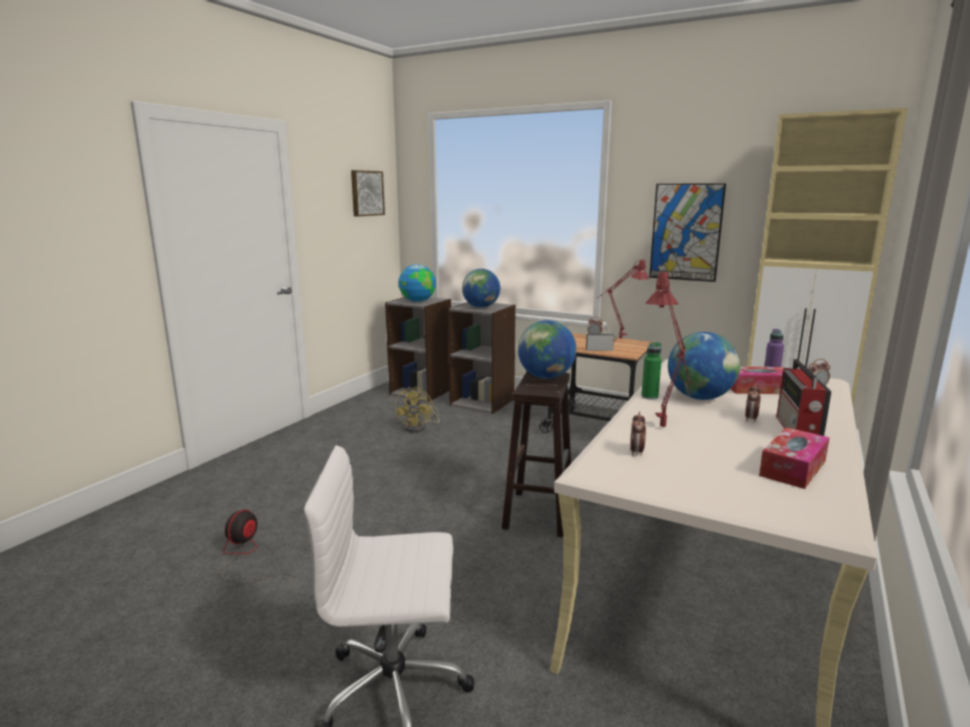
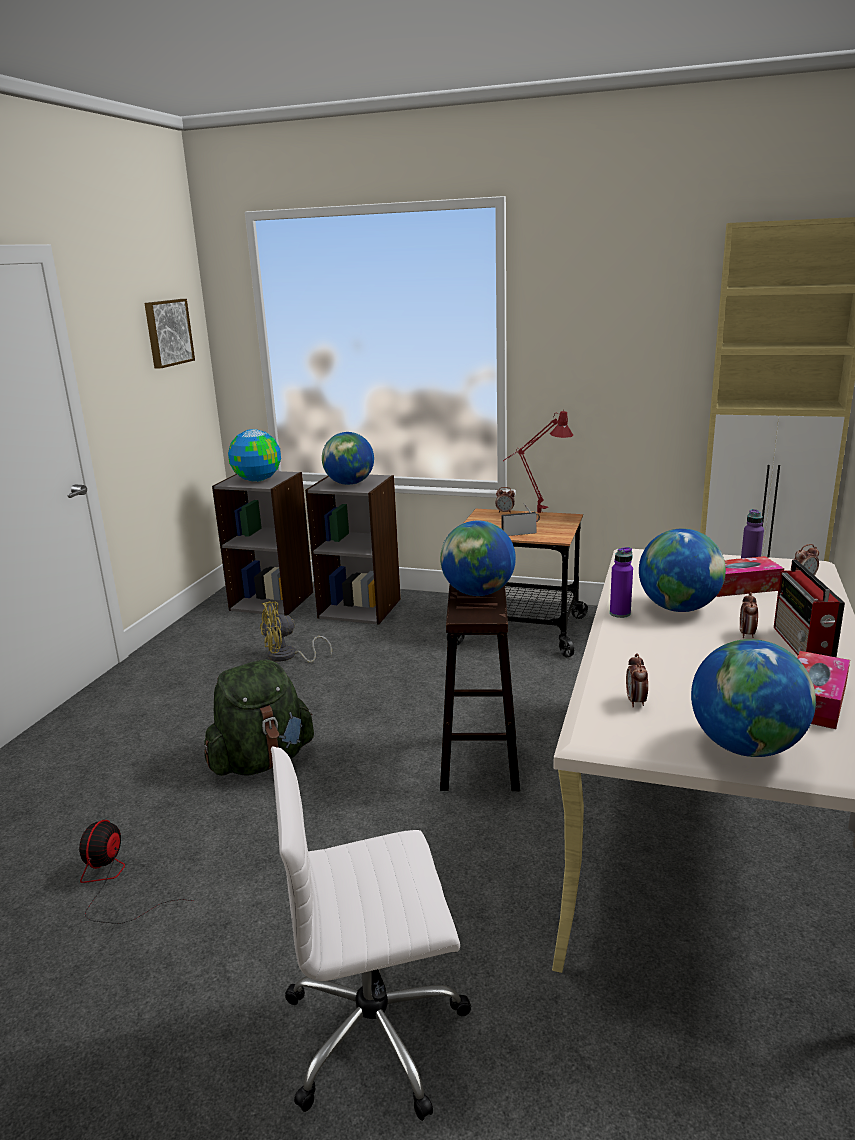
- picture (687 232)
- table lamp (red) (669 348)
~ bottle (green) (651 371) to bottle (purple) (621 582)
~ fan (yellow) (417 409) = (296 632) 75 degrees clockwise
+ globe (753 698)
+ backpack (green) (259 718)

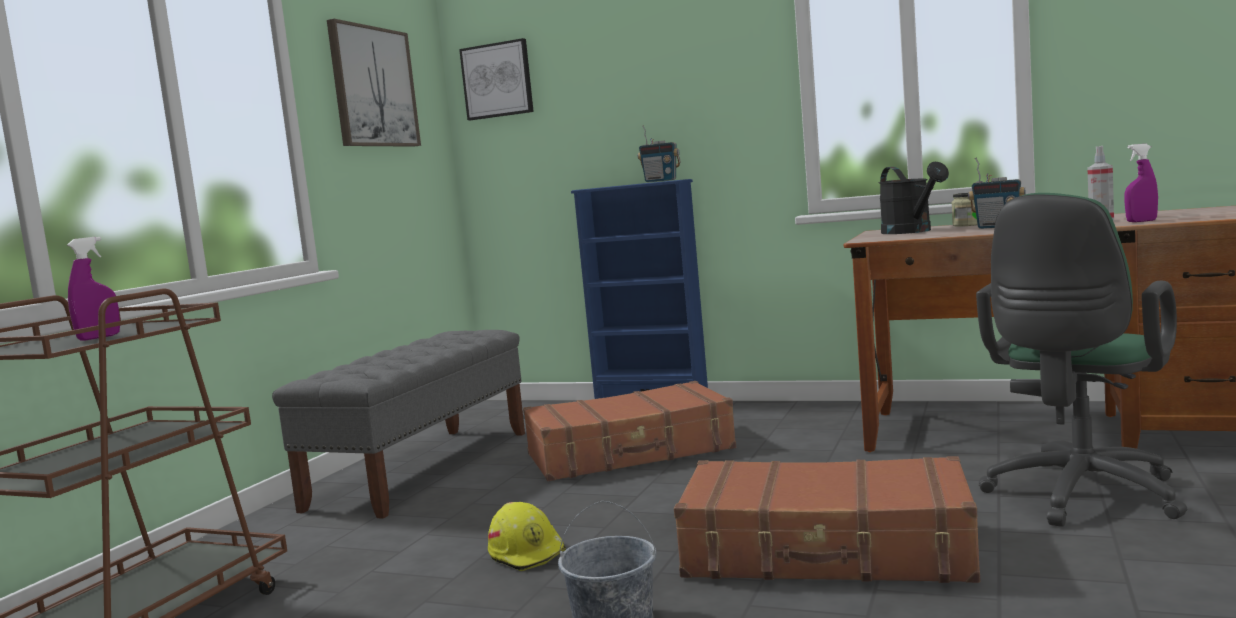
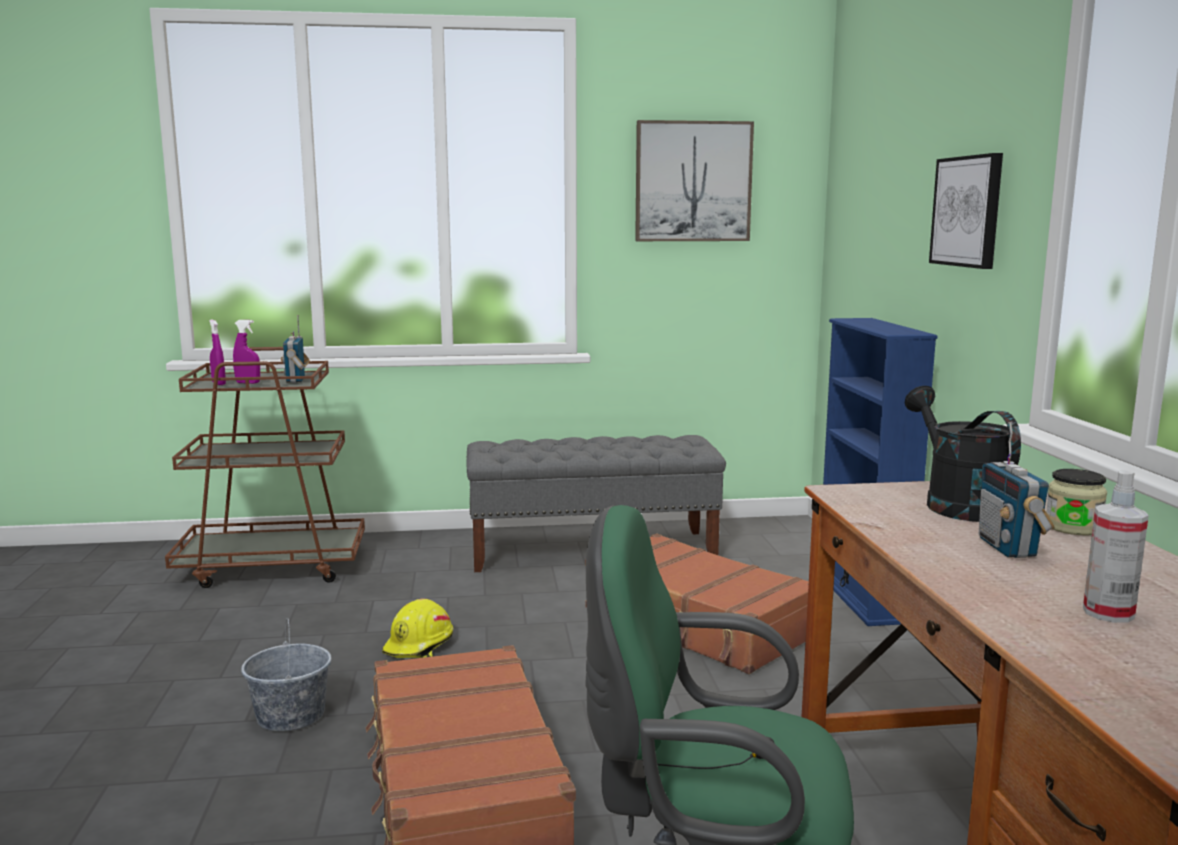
~ picture (496 79) to (966 211)
~ radio (659 153) to (295 349)
~ spray bottle (purple) (1141 183) to (217 352)
~ watering can (black) (914 198) = (963 454) 120 degrees clockwise

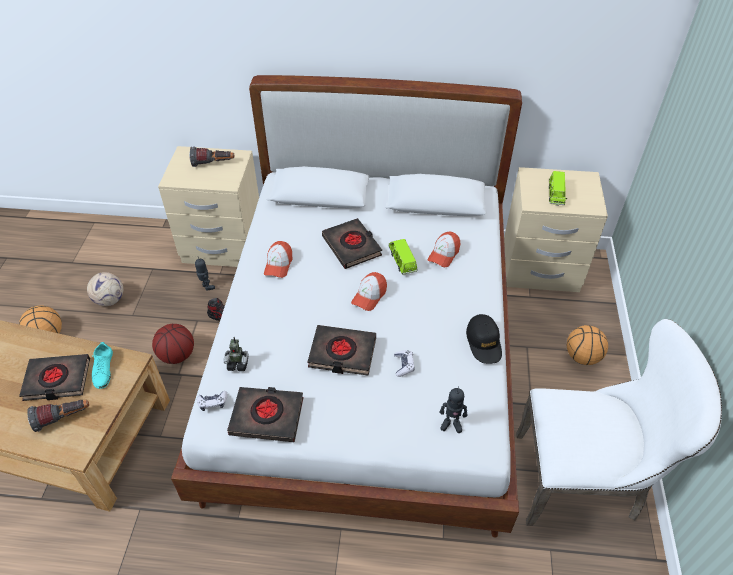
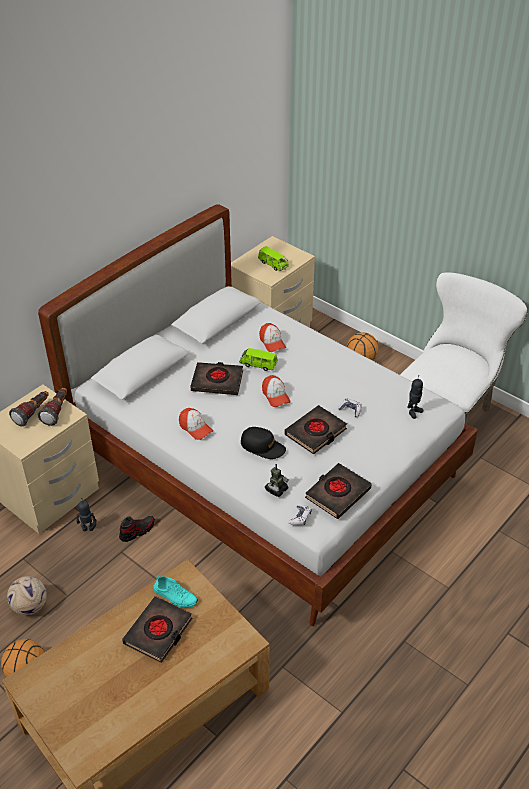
~ cap (black) (484 339) to (263 443)
- basketball (173 344)
~ flashlight (58 416) to (52 407)

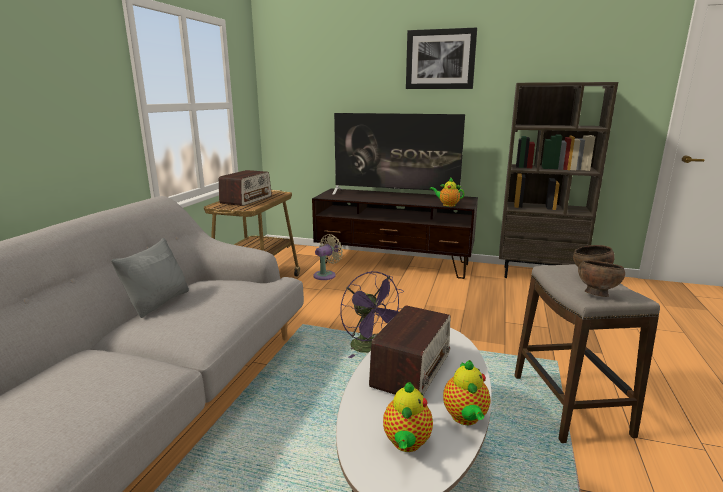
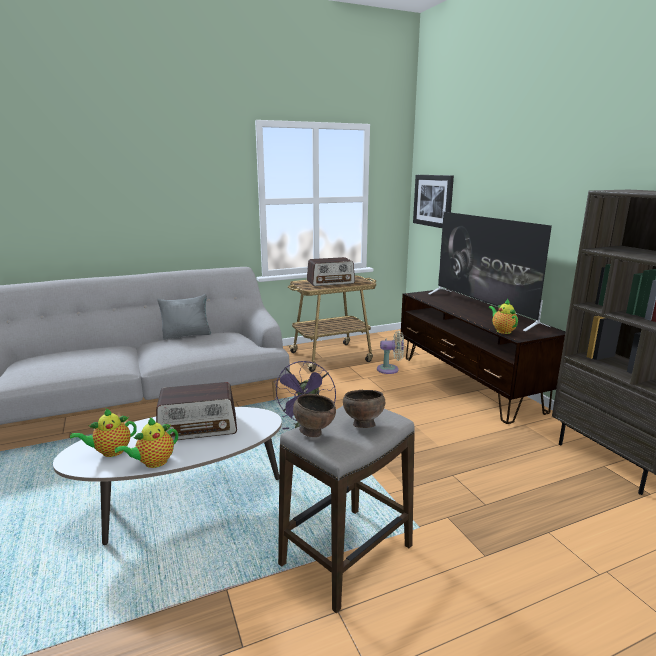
~ picture (441 58) to (433 201)

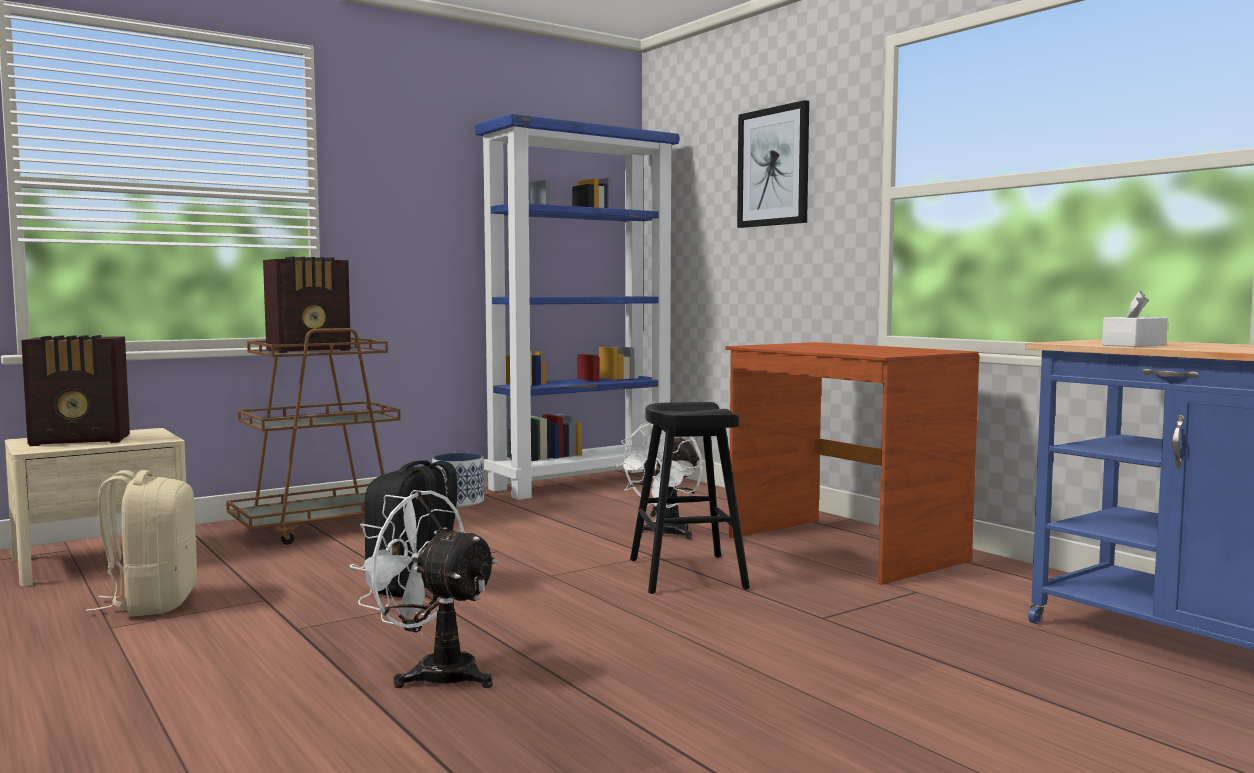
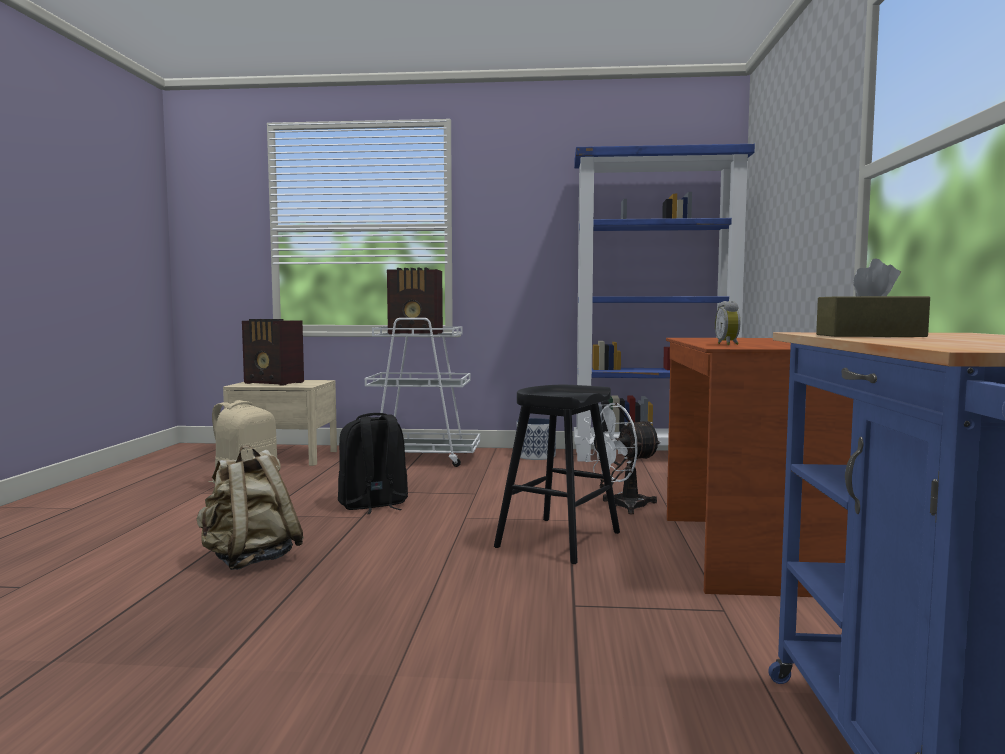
- picture (773 164)
~ tissue box (white) (1135 319) to tissue box (brown) (873 297)
~ cart (brown) (313 436) to cart (white) (422 392)
~ fan (white) (424 589) to backpack (beige) (250 507)
+ alarm clock (727 323)

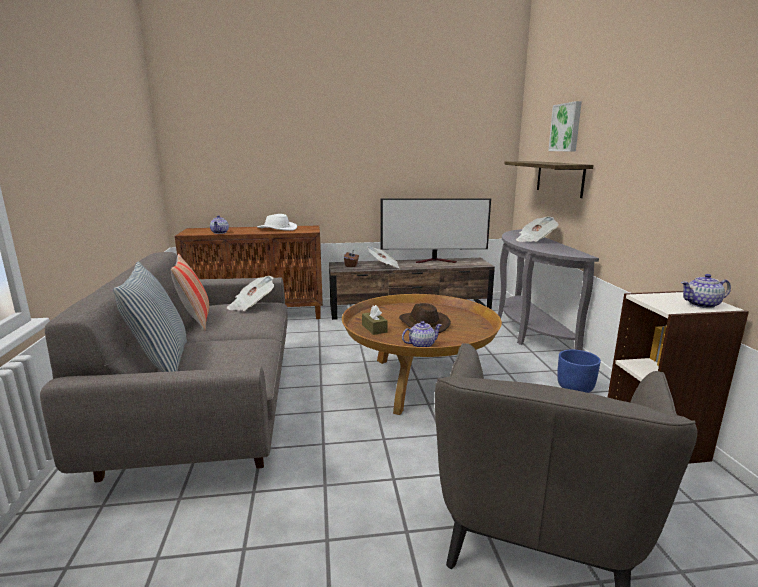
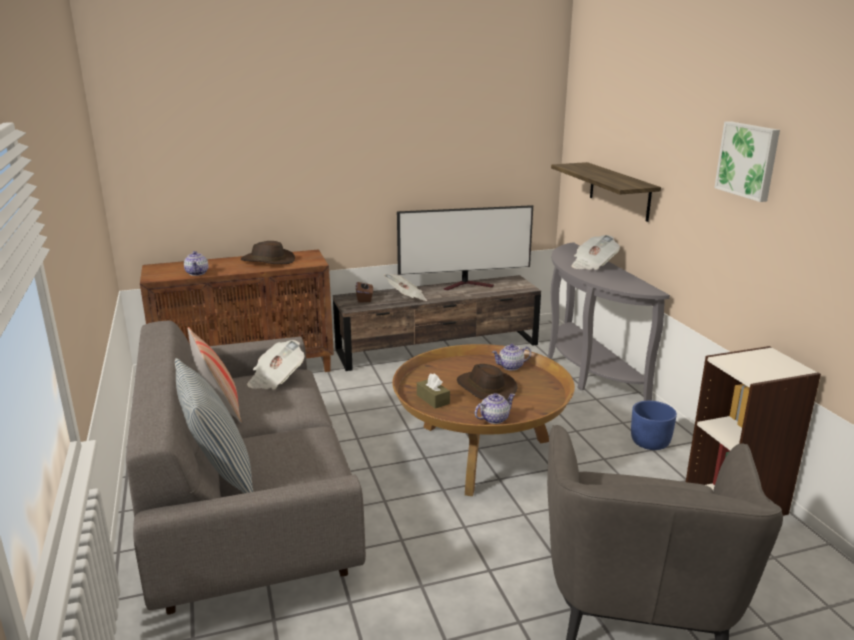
~ picture (565 126) to (747 161)
~ hat (white) (277 222) to hat (brown) (268 252)
~ teapot (706 291) to (511 357)

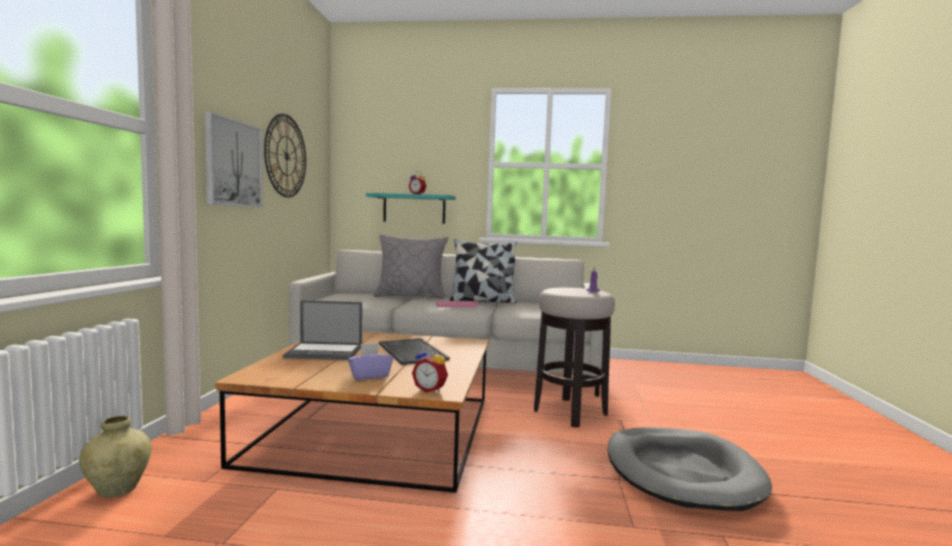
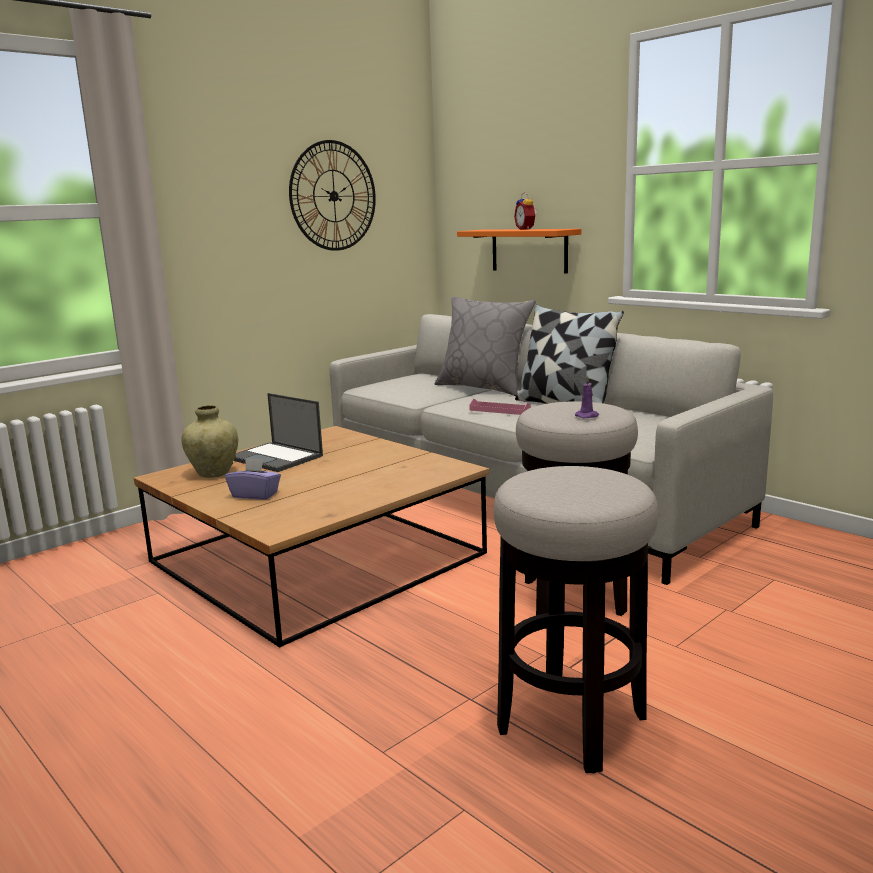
- picture (234 159)
~ shelf (turquoise) (411 208) to shelf (orange) (519 251)
- tray (414 351)
- alarm clock (430 369)
~ vase (beige) (115 457) to (209 441)
~ dog bed (grey) (689 469) to stool (575 619)

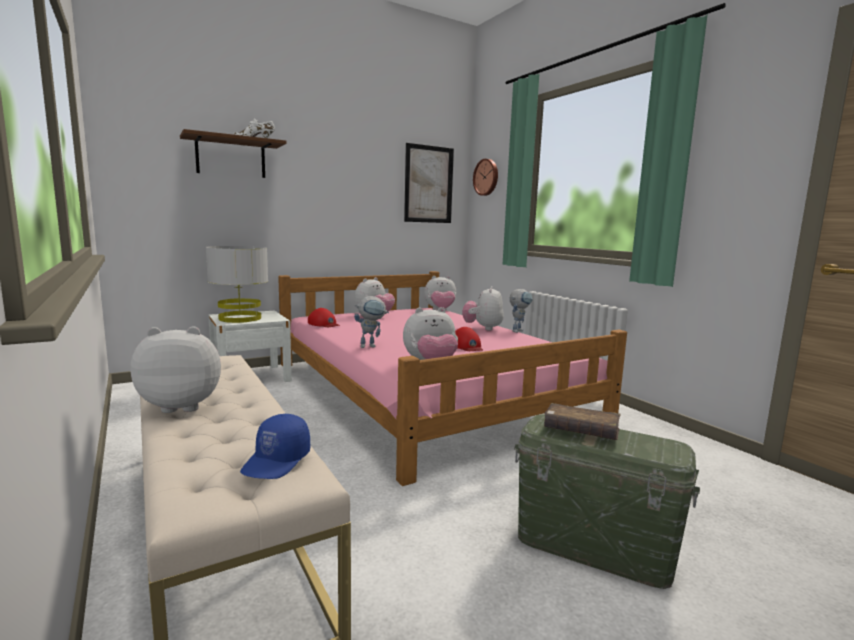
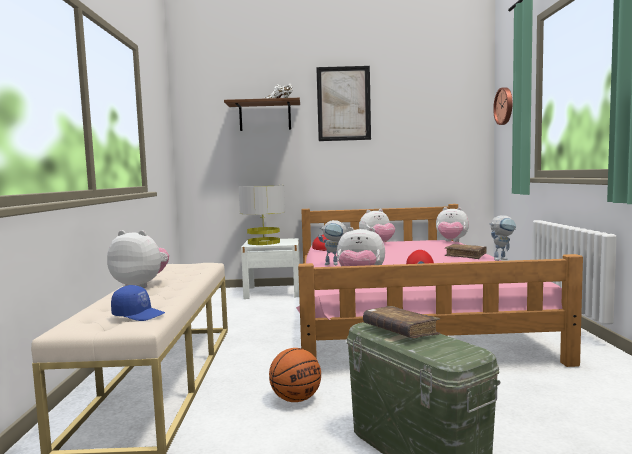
~ picture (429 183) to (343 103)
~ plush toy (483 308) to book (brown) (466 251)
~ cap (blue) (275 446) = (138 303) 120 degrees counterclockwise
+ basketball (295 375)

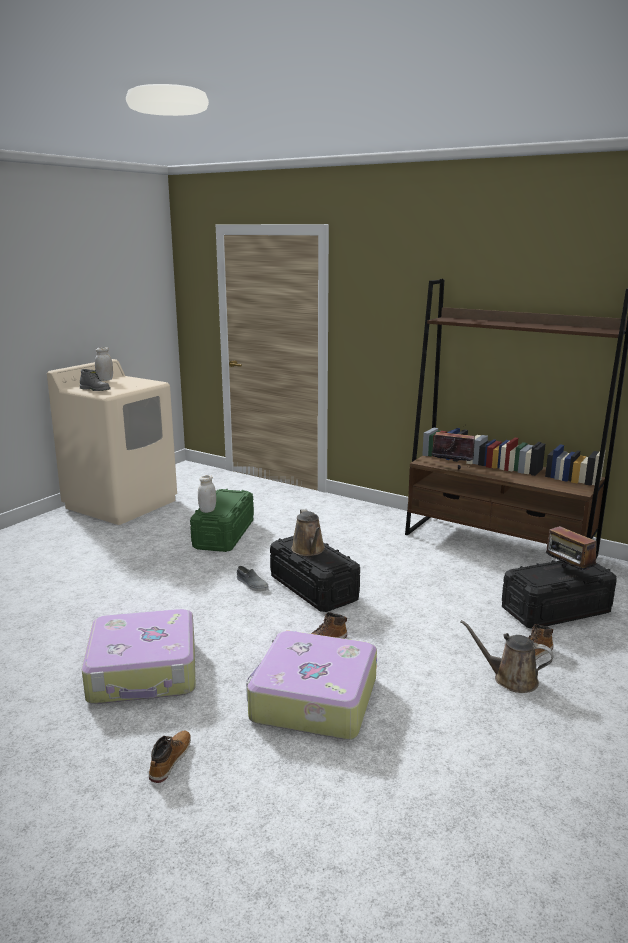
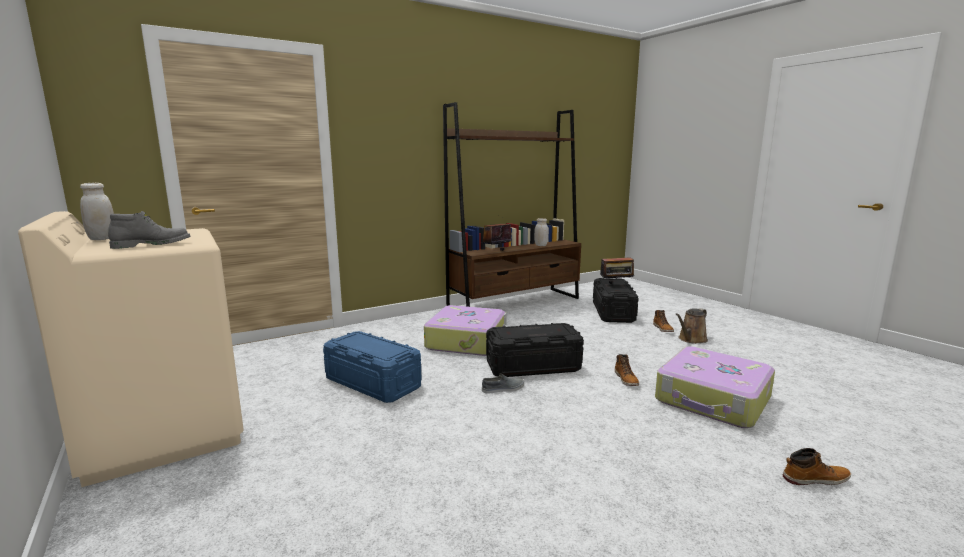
~ jar (white) (207 494) to (541 232)
~ storage box (green) (222 520) to storage box (blue) (372 367)
- watering can (brown) (308 532)
~ suitcase (139 656) to (465 330)
~ boot (170 757) = (817 466) 135 degrees clockwise

